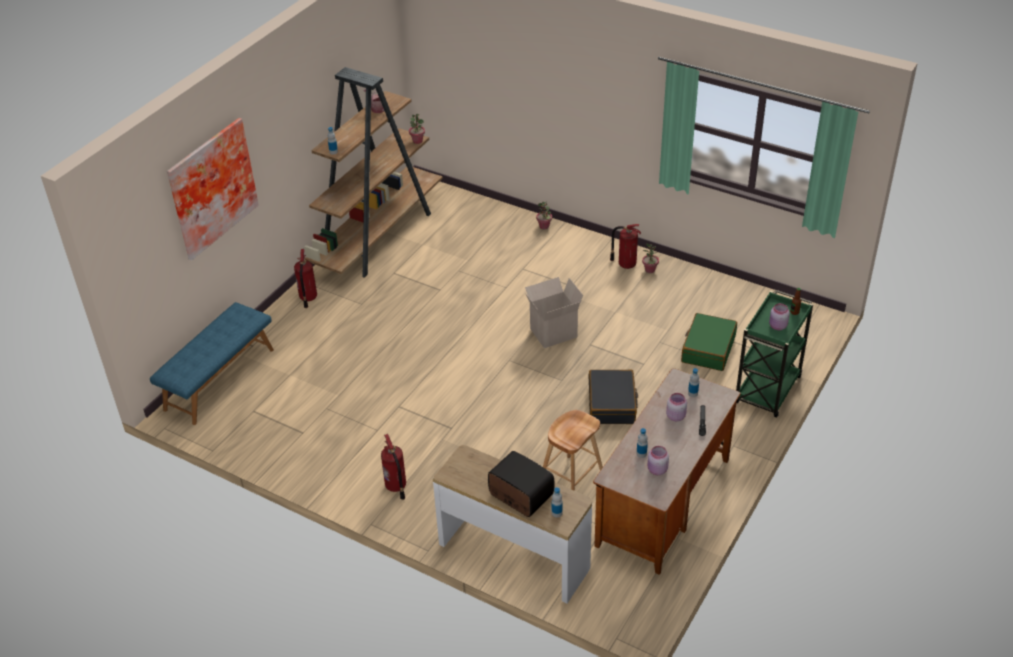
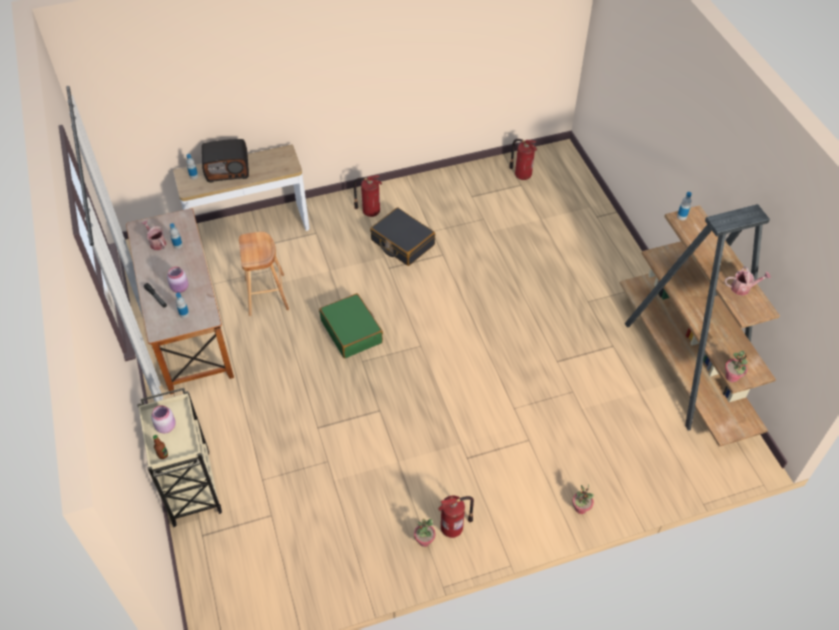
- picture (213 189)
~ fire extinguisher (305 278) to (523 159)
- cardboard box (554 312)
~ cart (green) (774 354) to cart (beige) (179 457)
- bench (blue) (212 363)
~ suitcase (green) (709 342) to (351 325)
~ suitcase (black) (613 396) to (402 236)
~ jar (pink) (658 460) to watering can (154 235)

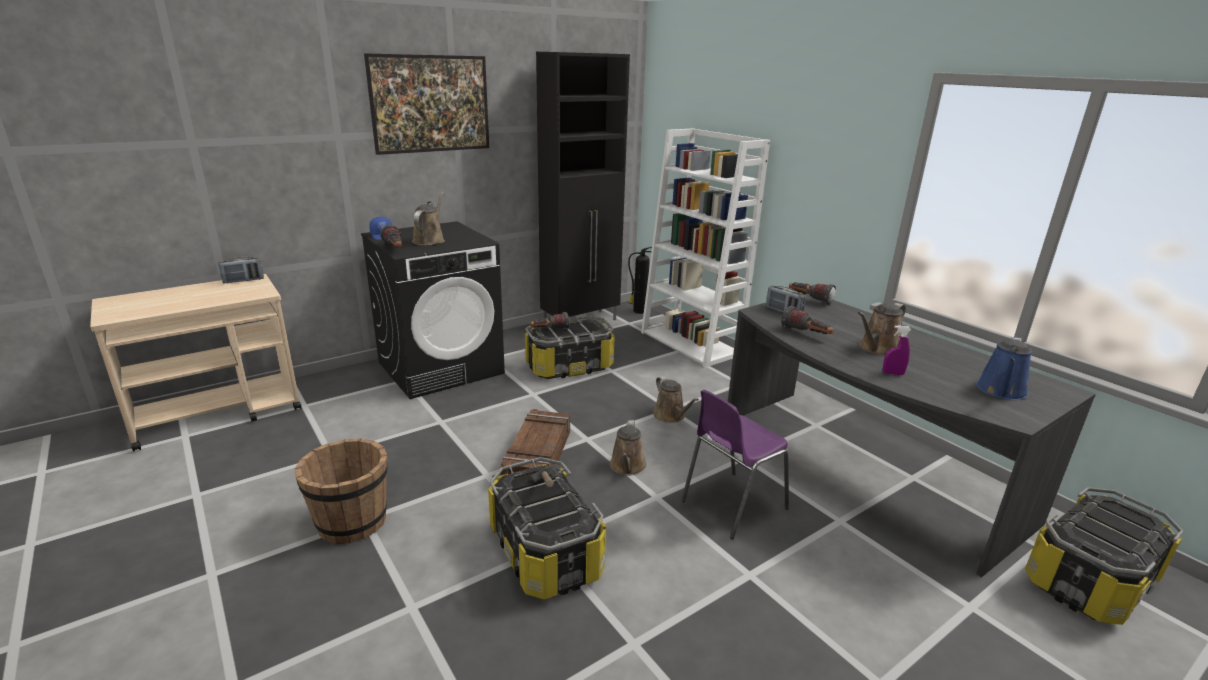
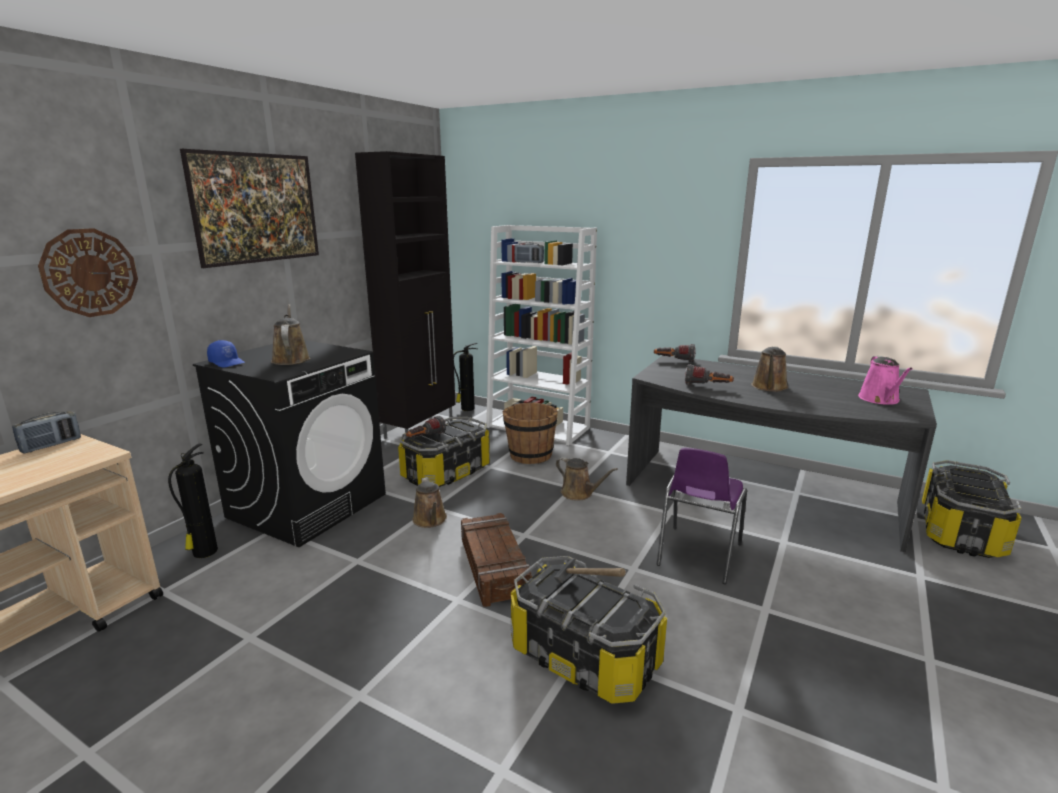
- flashlight (391 236)
~ radio (786 299) to (529 252)
- spray bottle (purple) (897 350)
~ watering can (blue) (1004 368) to watering can (pink) (885 380)
~ watering can (brown) (628 447) to (429 502)
~ bucket (brown) (341 491) to (530 433)
+ wall clock (88 272)
+ fire extinguisher (193 500)

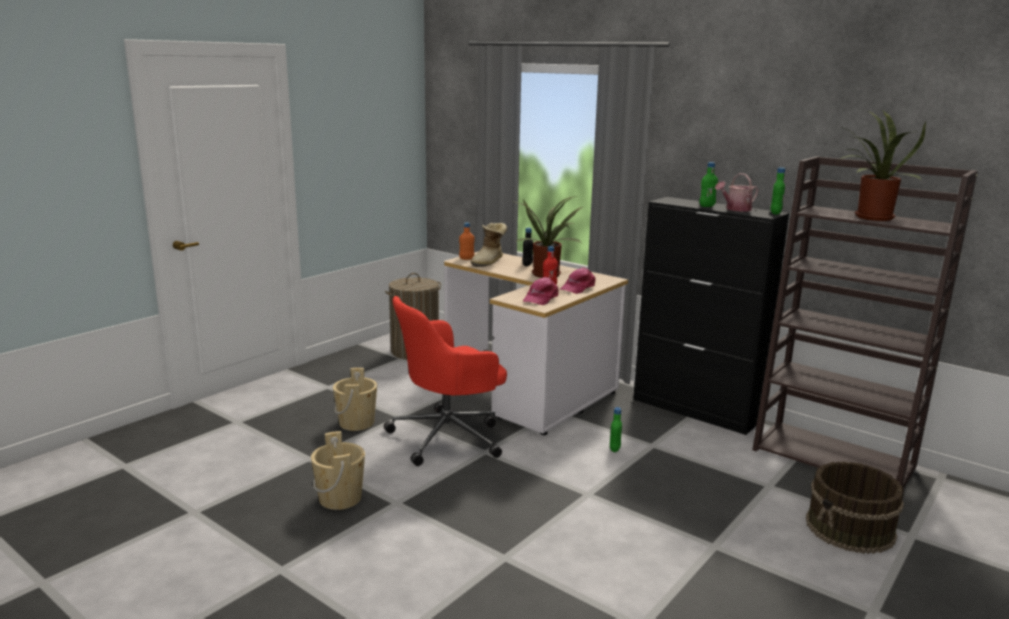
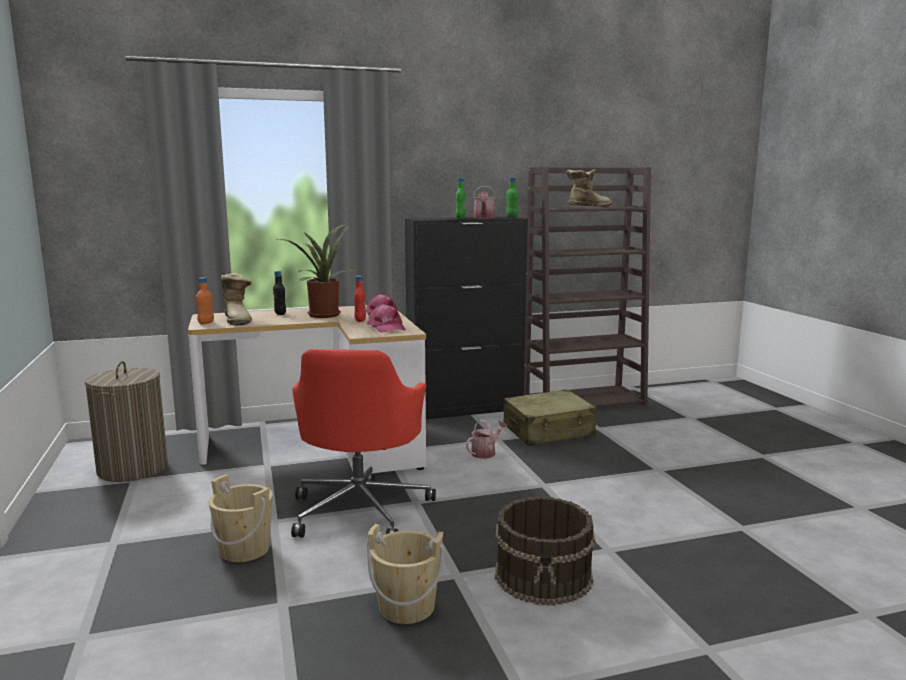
~ potted plant (883 165) to boot (589 188)
~ bottle (green) (616 429) to watering can (486 439)
~ bucket (brown) (855 507) to (545 551)
+ suitcase (beige) (549 417)

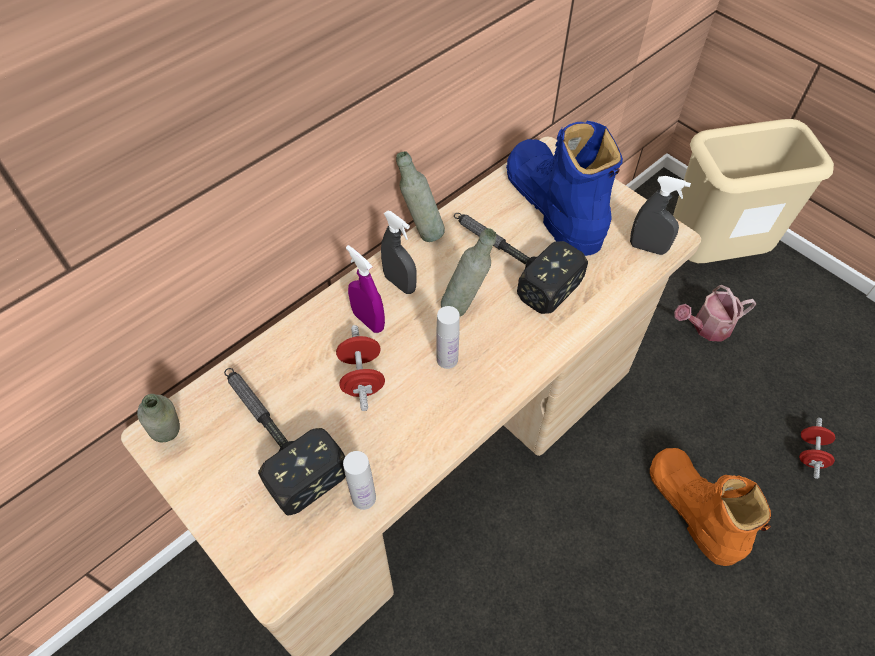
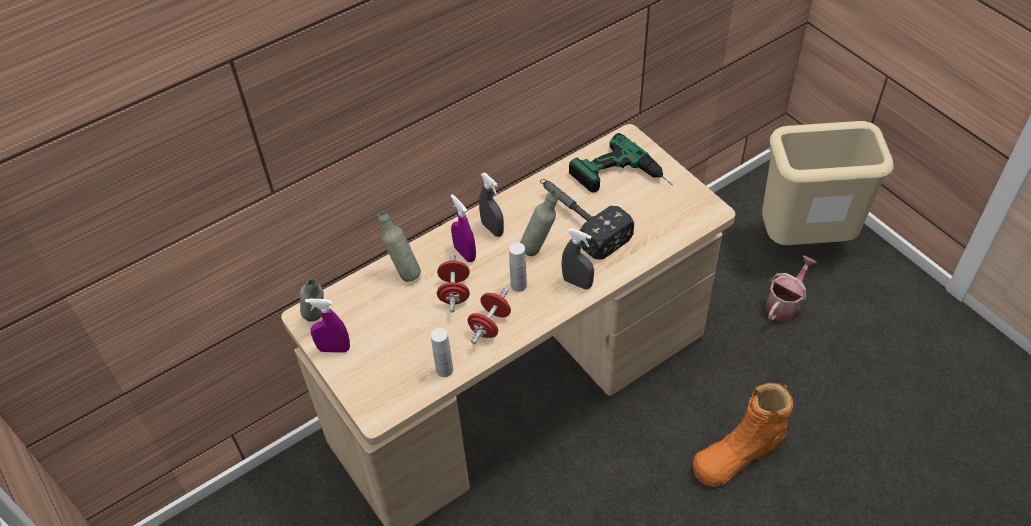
~ boot (blue) (564 188) to power drill (620 163)
~ bottle (grey) (420 196) to (399 246)
~ spray bottle (grey) (660 215) to (577 259)
~ watering can (715 313) = (791 288) 135 degrees clockwise
- hammer (284 442)
~ dumbbell (red) (817 448) to (489 316)
~ boot (orange) (710 507) = (743 435) 105 degrees counterclockwise
+ spray bottle (purple) (327 326)

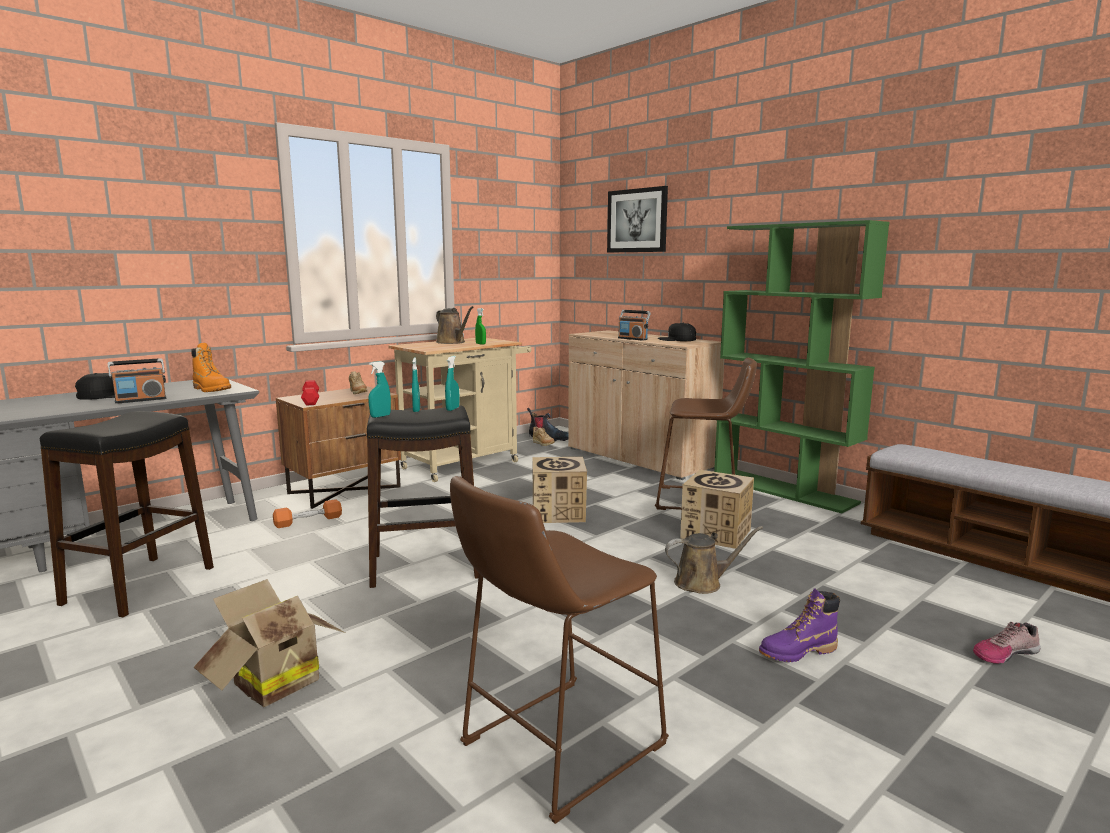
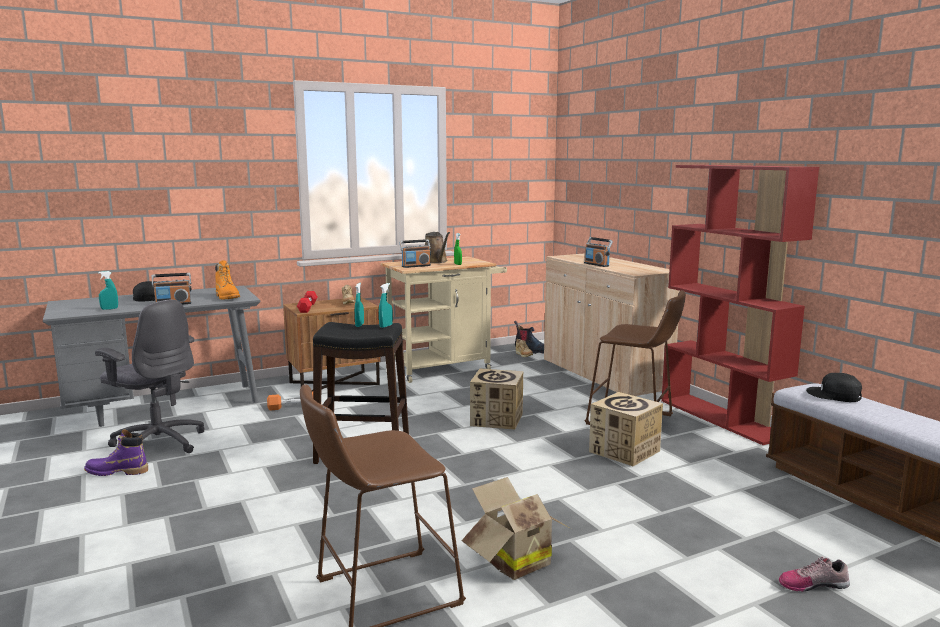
- picture (637 219)
~ bookcase (green) (801 367) to bookcase (red) (740 305)
~ cap (black) (677 332) to (834 387)
~ spray bottle (turquoise) (379 389) to (108 290)
~ stool (black) (127 514) to office chair (grey) (150 376)
- watering can (brown) (714 560)
~ cardboard box (269 643) to (516 528)
~ boot (purple) (799 625) to (116 453)
+ radio (415 253)

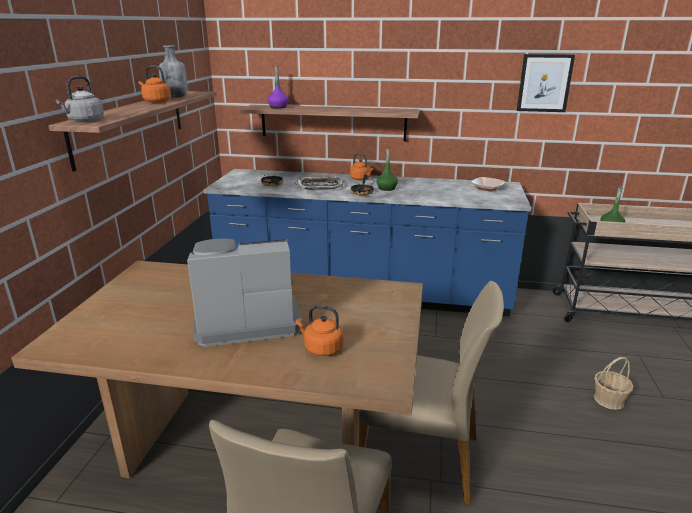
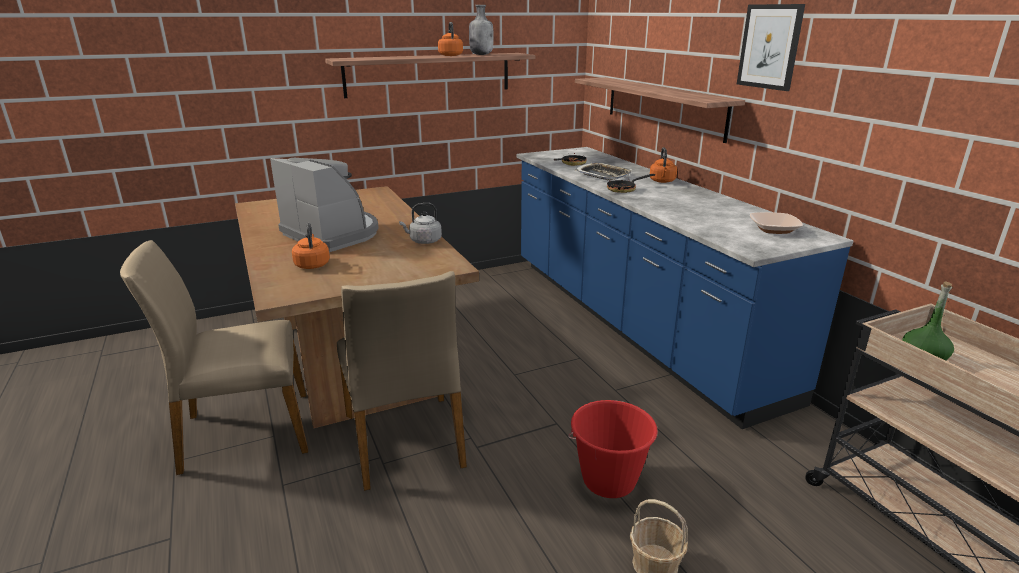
~ picture (546 83) to (771 47)
- bottle (purple) (278 87)
~ kettle (grey) (80 99) to (420 223)
- bottle (green) (387 169)
+ bucket (red) (613 449)

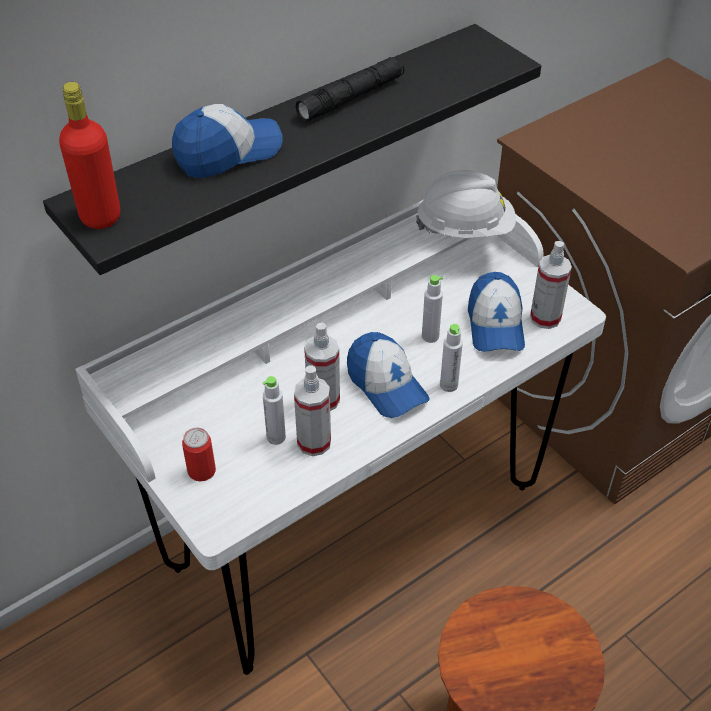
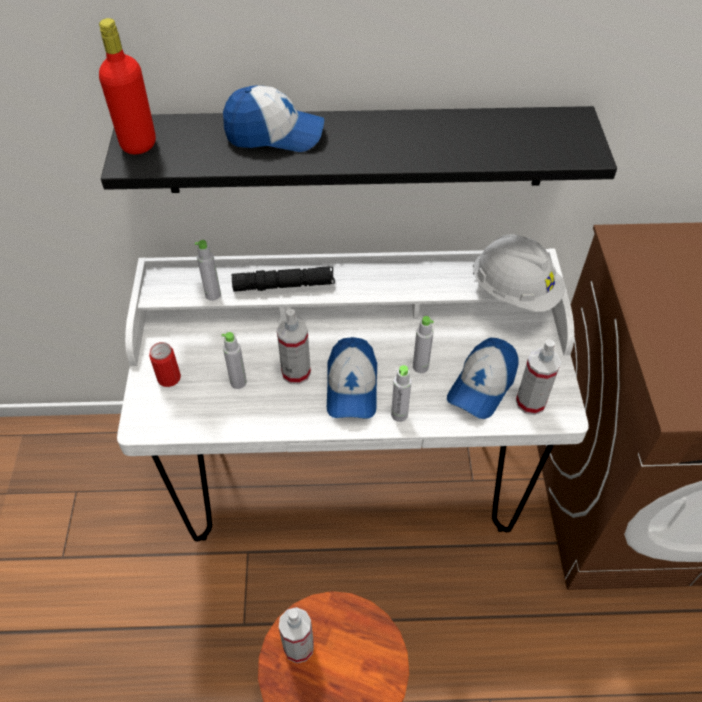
~ flashlight (black) (349 89) to (283 279)
~ spray bottle (312 410) to (296 635)
+ bottle (grey) (208 270)

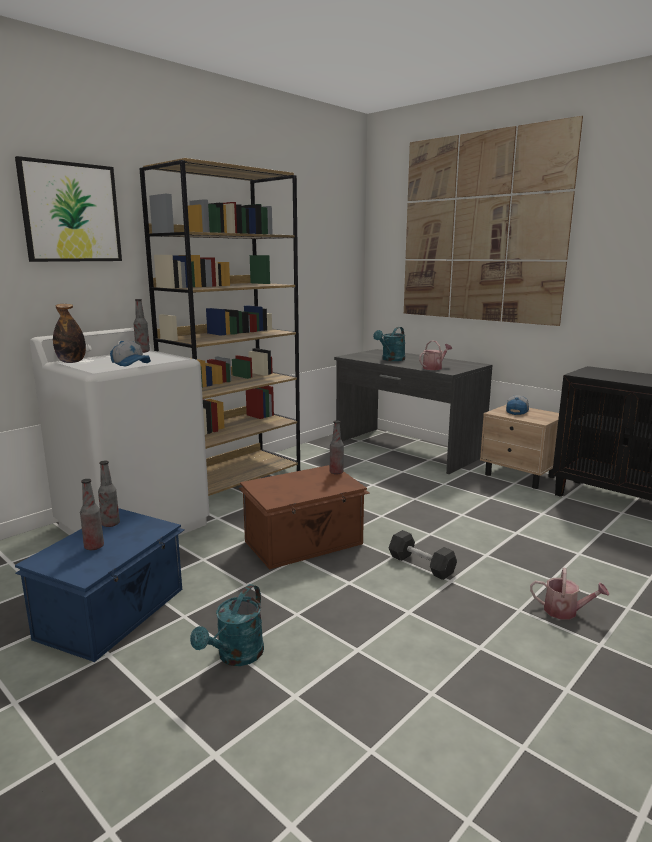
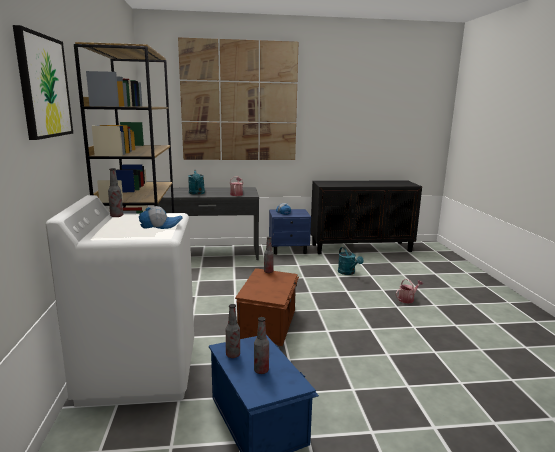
- bottle (69 333)
~ nightstand (beige) (519 446) to nightstand (blue) (290 232)
- dumbbell (grey) (423 555)
~ watering can (turquoise) (227 625) to (351 261)

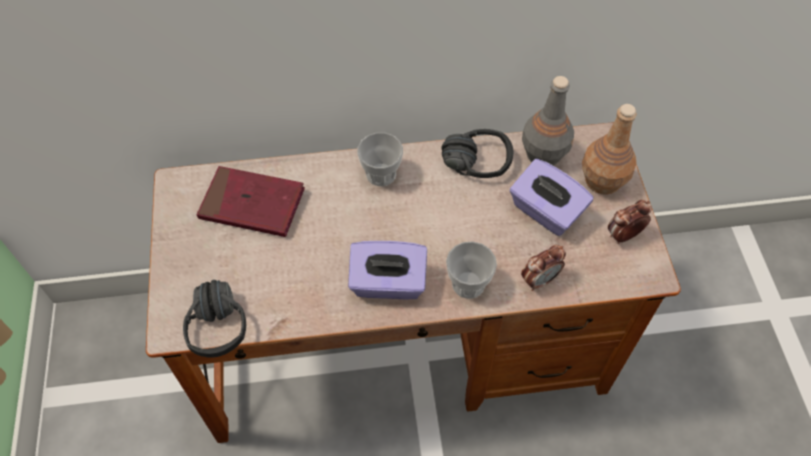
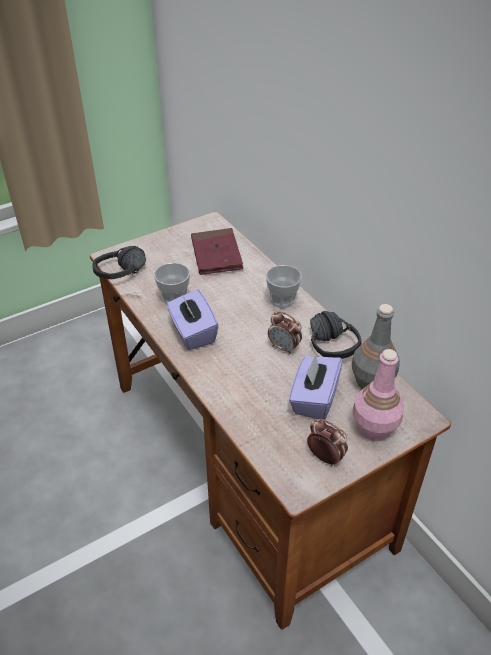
~ bottle (brown) (609 149) to bottle (pink) (378 395)
~ cup (471 270) to (172 283)
~ alarm clock (543 268) to (285 333)

